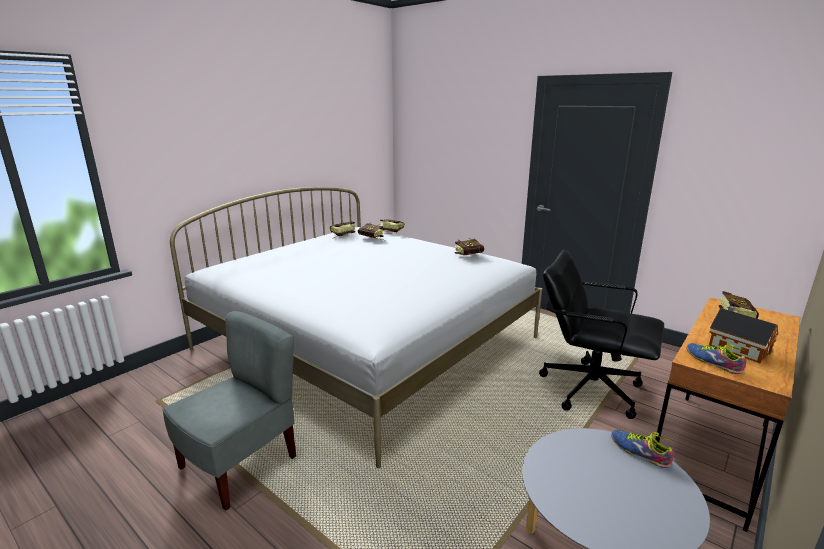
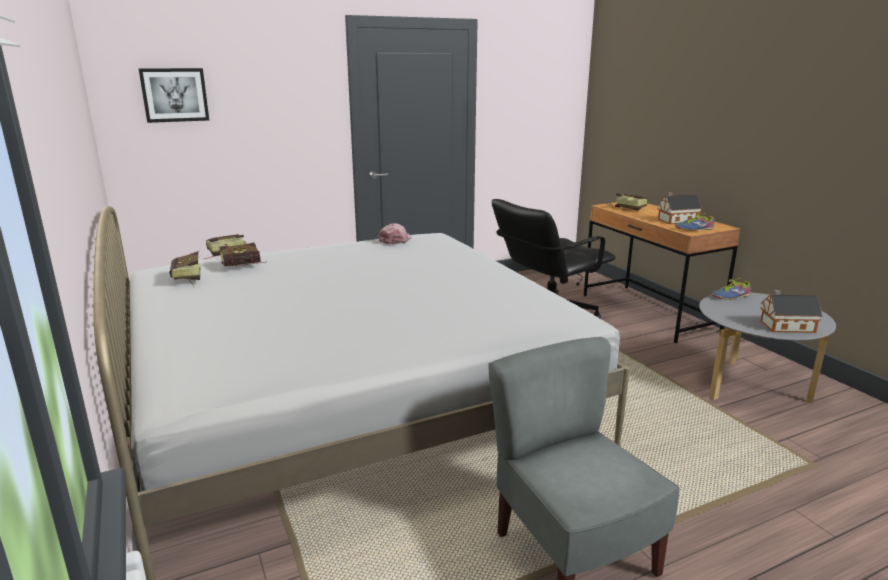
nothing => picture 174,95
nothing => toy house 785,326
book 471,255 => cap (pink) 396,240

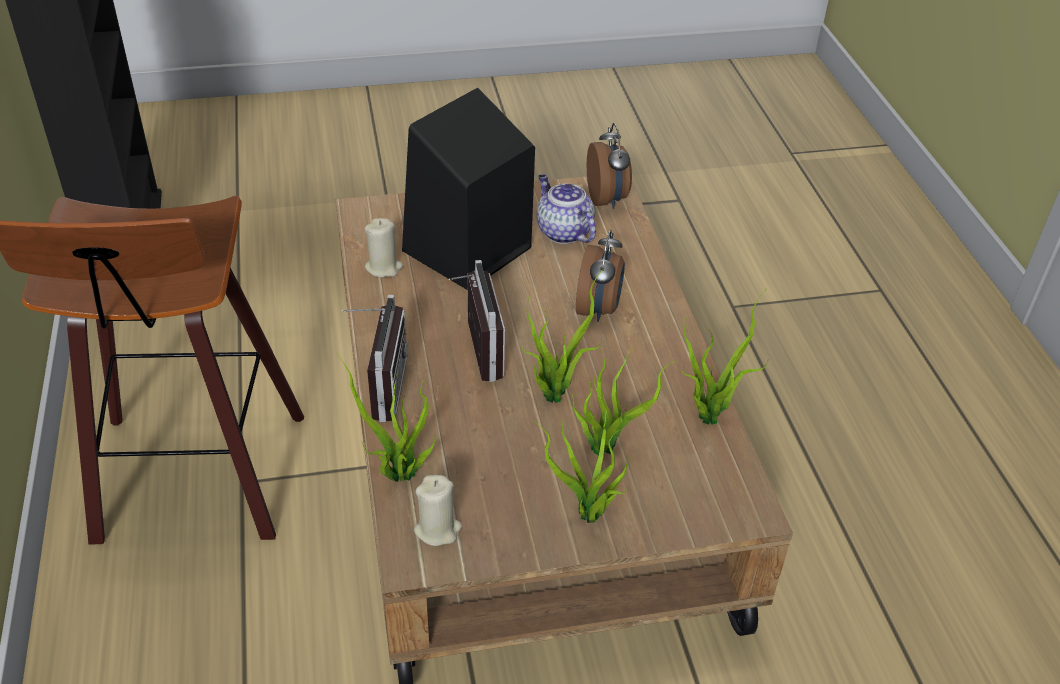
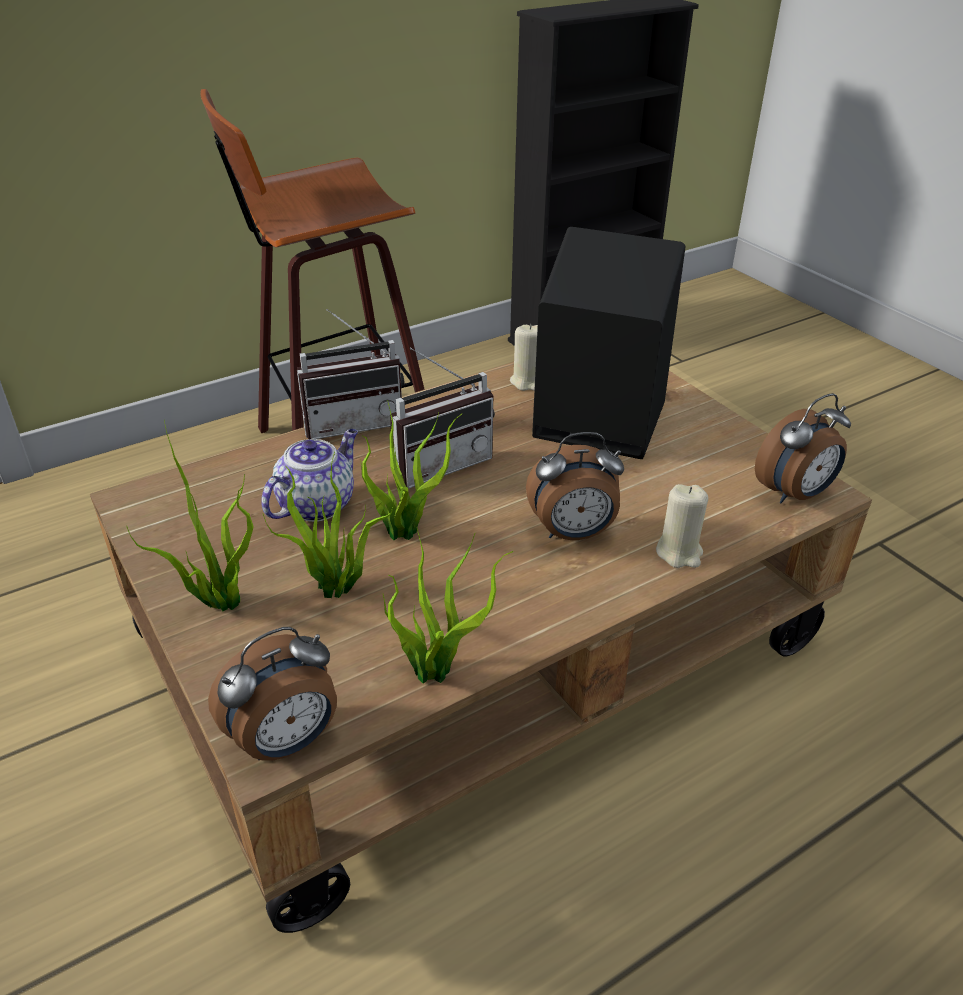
potted plant 398,475 => nothing
nothing => alarm clock 286,741
candle (beige) 438,529 => candle (beige) 679,552, relocated
teapot 563,231 => teapot 317,504, relocated

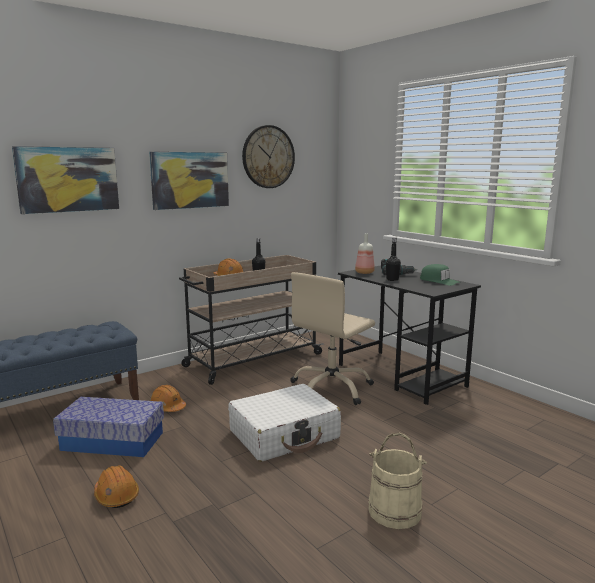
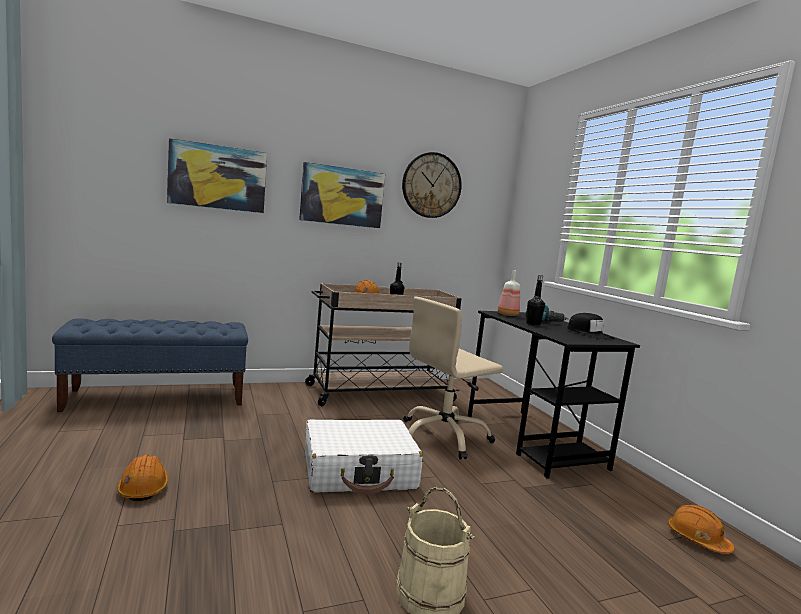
storage box 113,441 => nothing
hard hat (orange) 167,407 => hard hat (orange) 697,539, relocated
cap (green) 439,281 => cap (black) 589,333

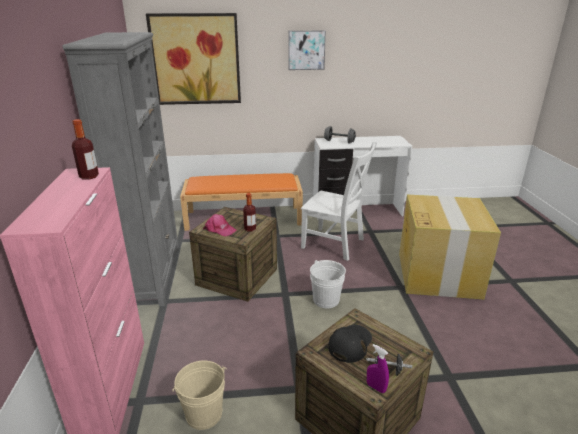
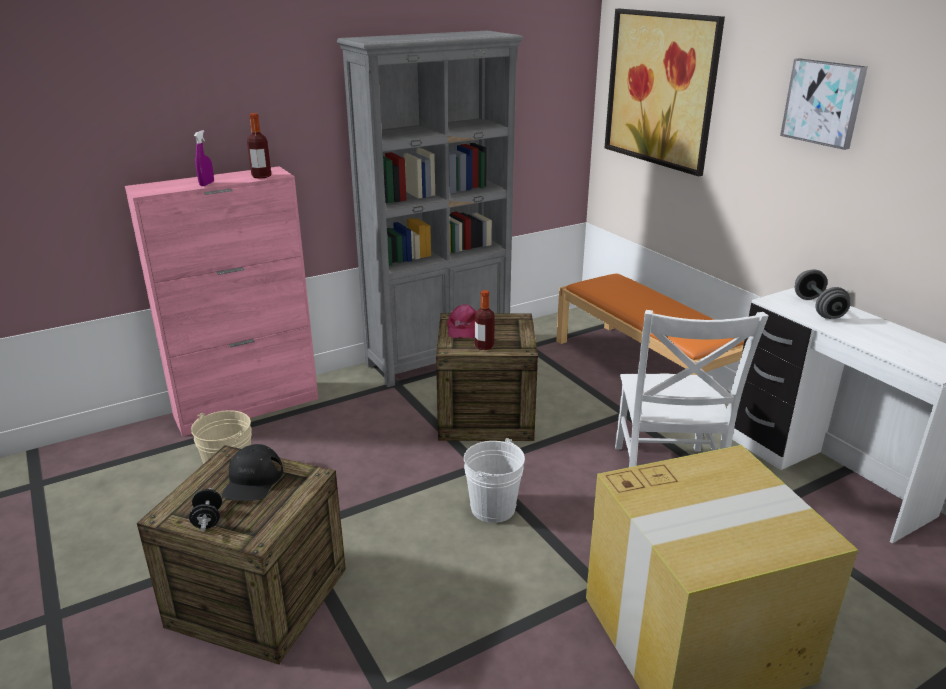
spray bottle (purple) 376,387 => spray bottle (purple) 207,184, relocated
cap (black) 350,344 => cap (black) 252,480, 90 degrees clockwise

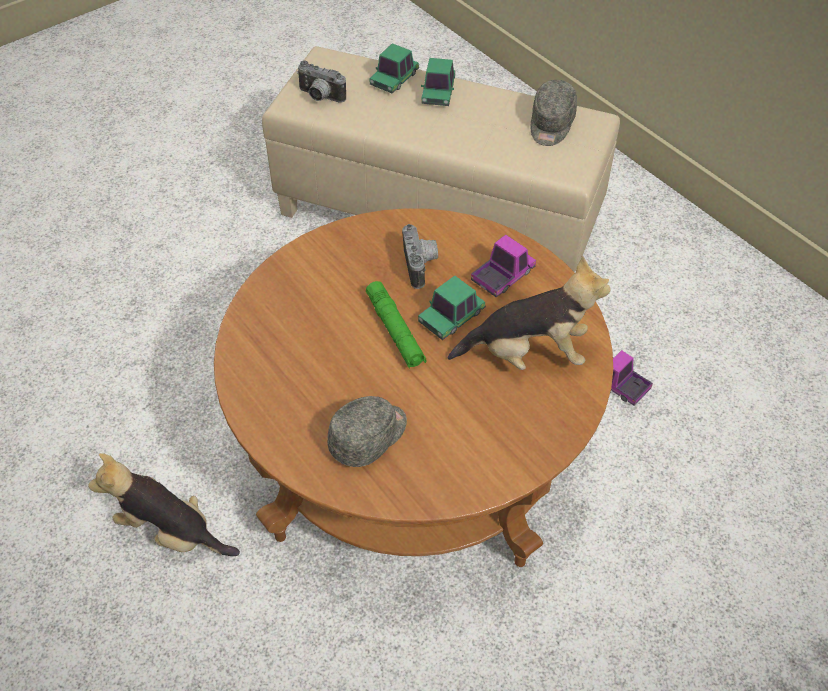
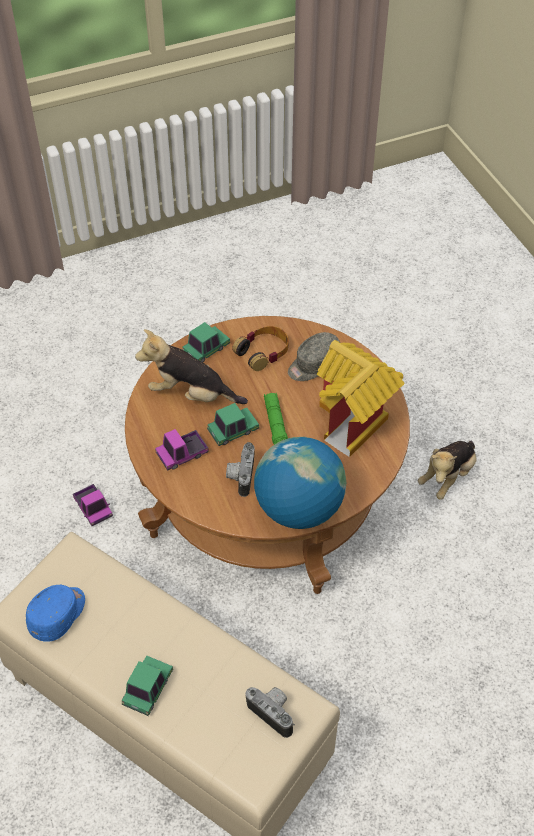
nothing => headphones 263,352
nothing => globe 298,508
nothing => toy house 355,423
toy car 394,79 => toy car 206,349, relocated
cap (grey) 551,124 => cap (blue) 58,615
plush toy 171,532 => plush toy 447,477, 90 degrees clockwise

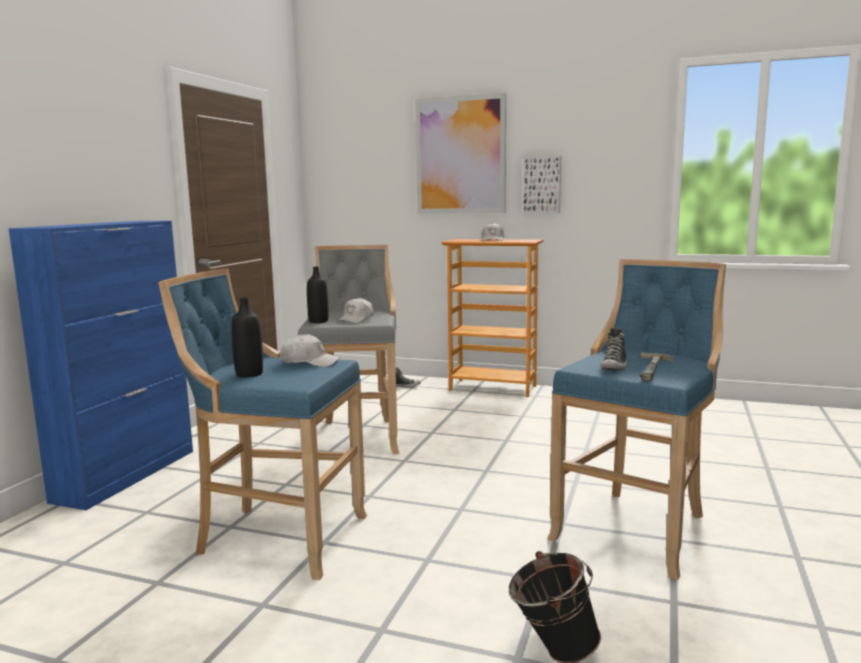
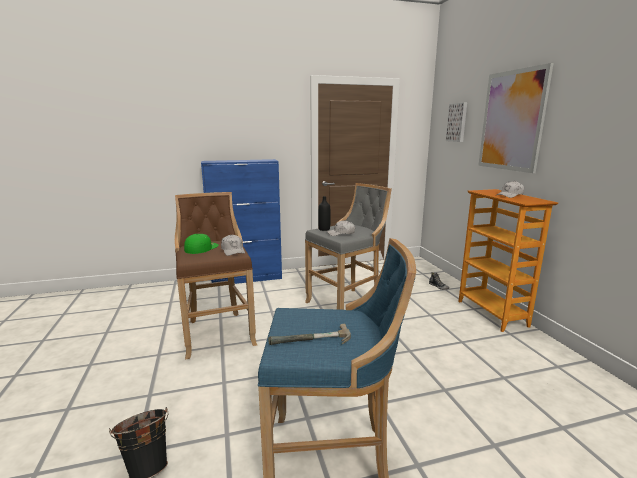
shoe 614,367 => nothing
picture 542,185 => picture 457,122, relocated
bottle (black) 249,374 => cap (green) 201,248
stool (blue) 277,537 => stool (brown) 218,332

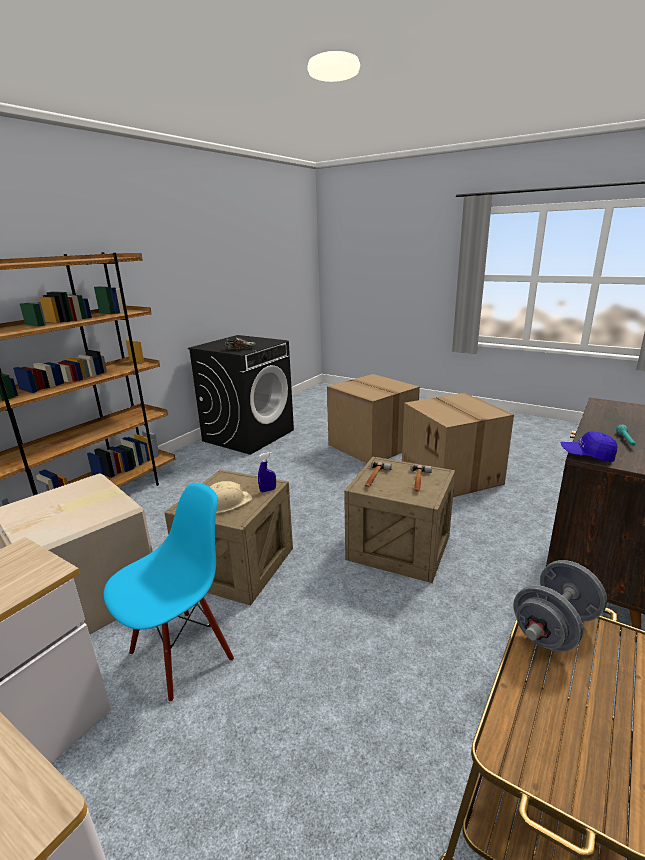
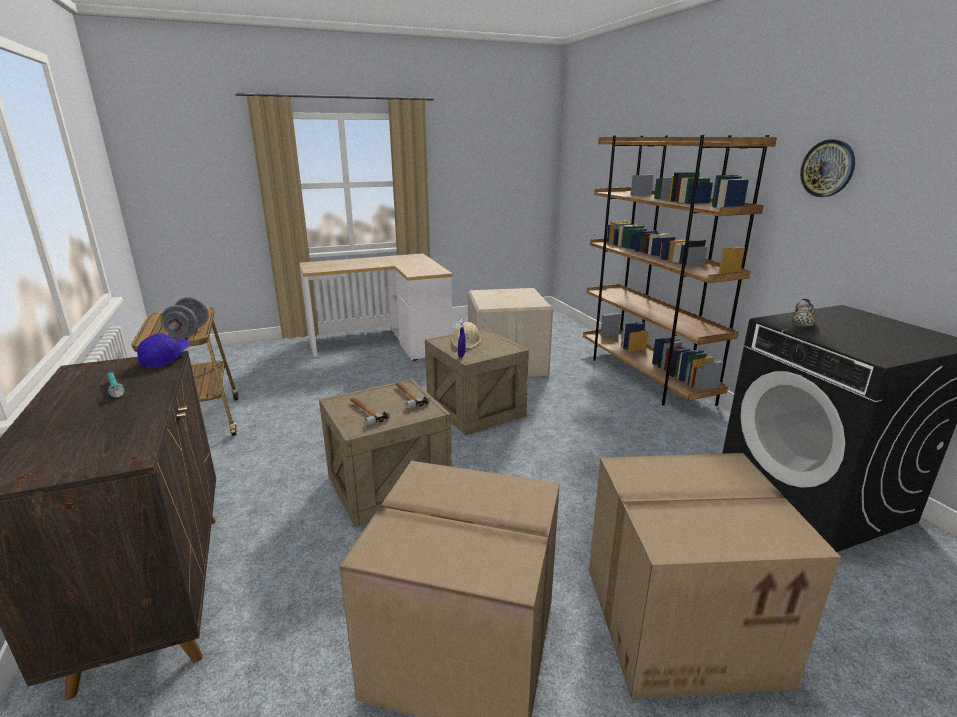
chair (blue) 181,654 => nothing
nothing => wall clock 827,168
cap (blue) 587,456 => cap (blue) 166,358, 45 degrees counterclockwise

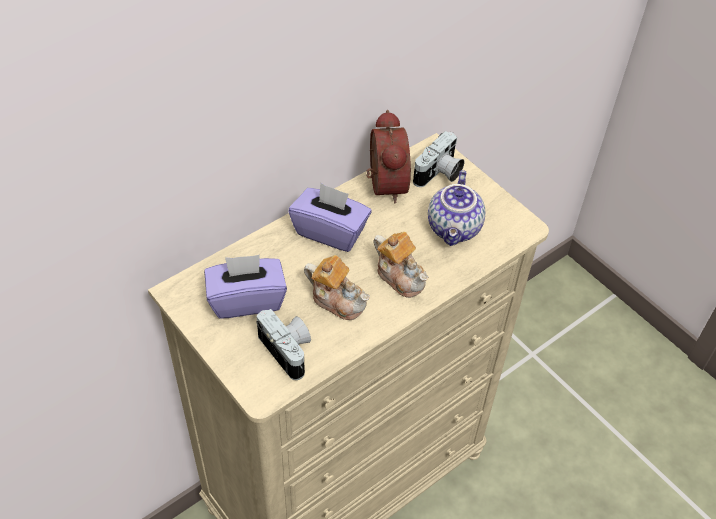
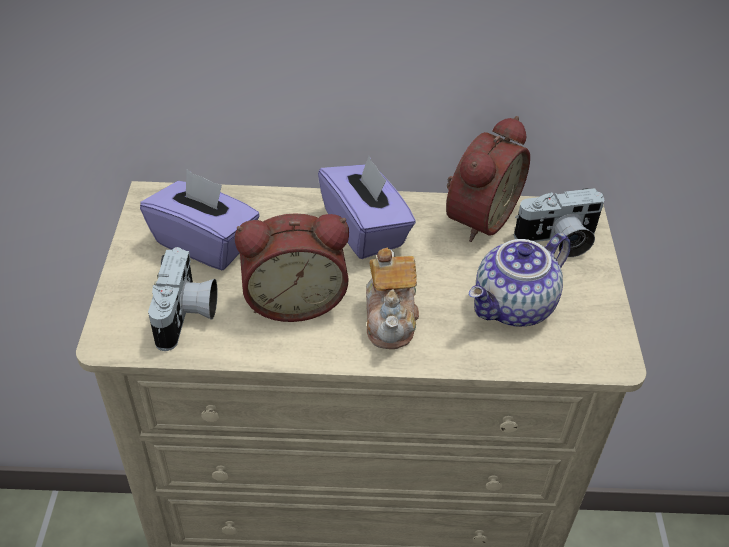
teapot 337,300 => alarm clock 294,299

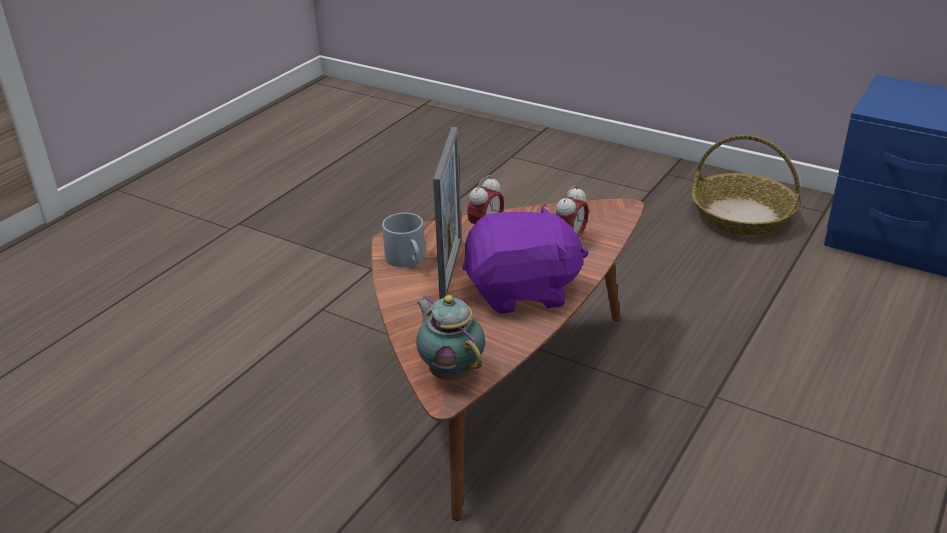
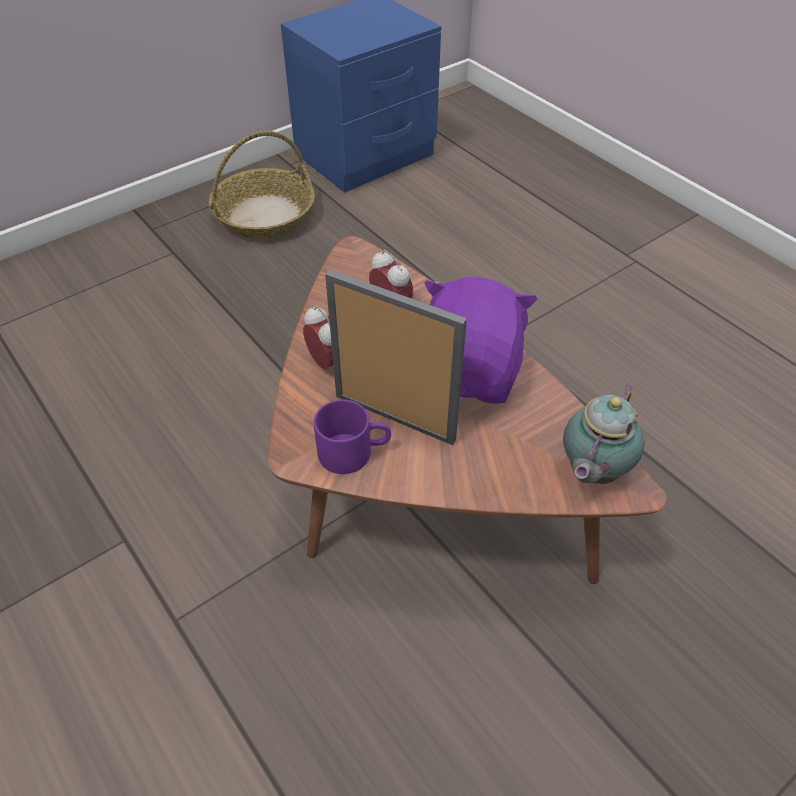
mug (grey) 408,260 => mug (purple) 354,451
teapot 450,371 => teapot 591,472, 45 degrees counterclockwise

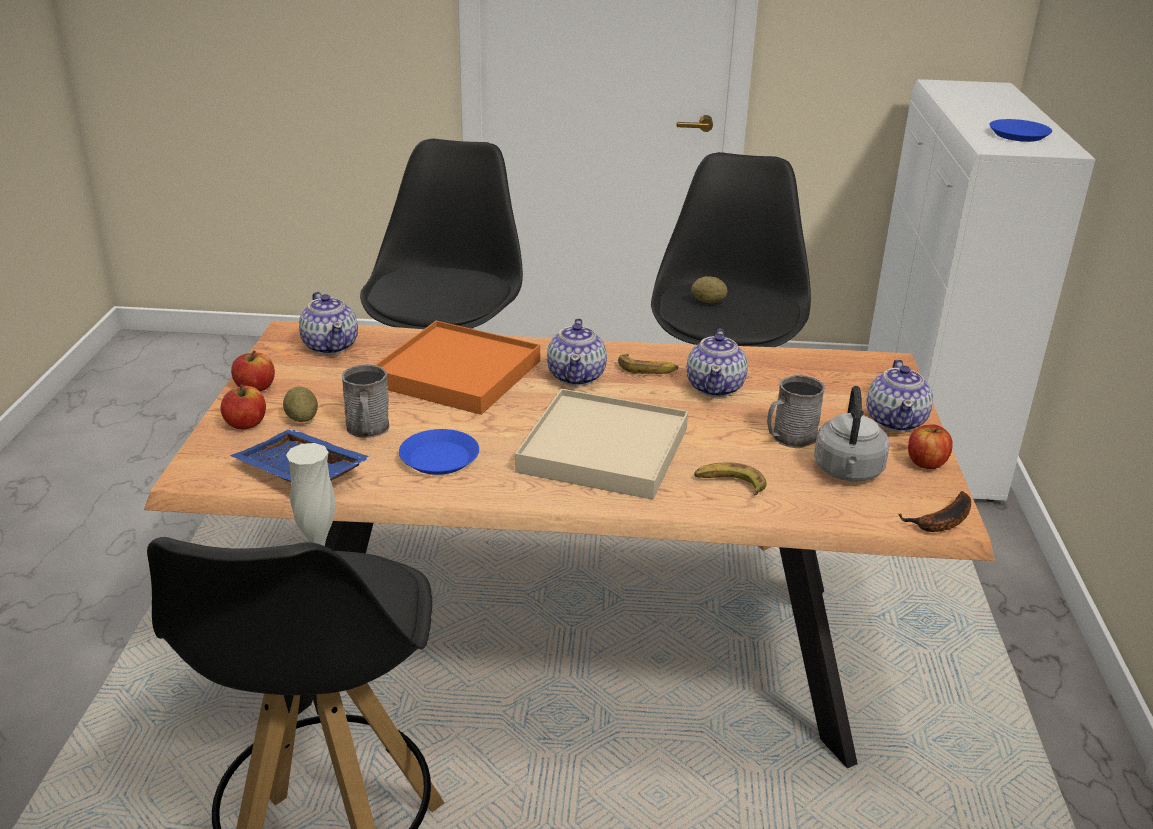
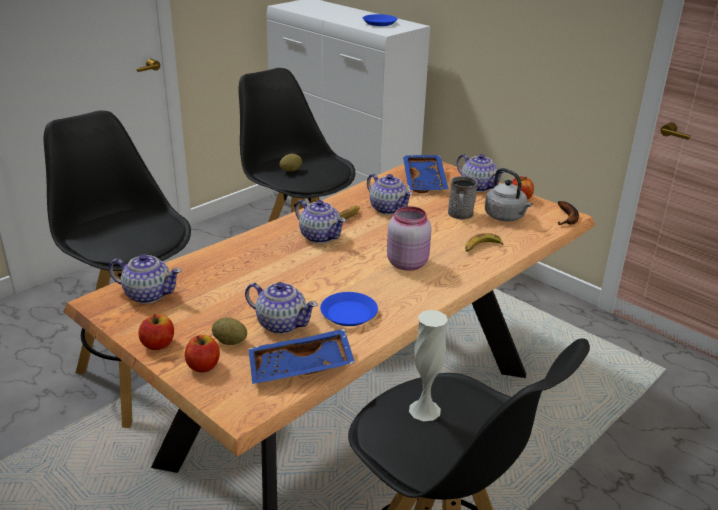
tray (orange) 457,373 => nothing
nothing => tray (blue) 425,181
mug (grey) 368,430 => teapot 281,324
tray (beige) 604,450 => jar (pink) 407,263

